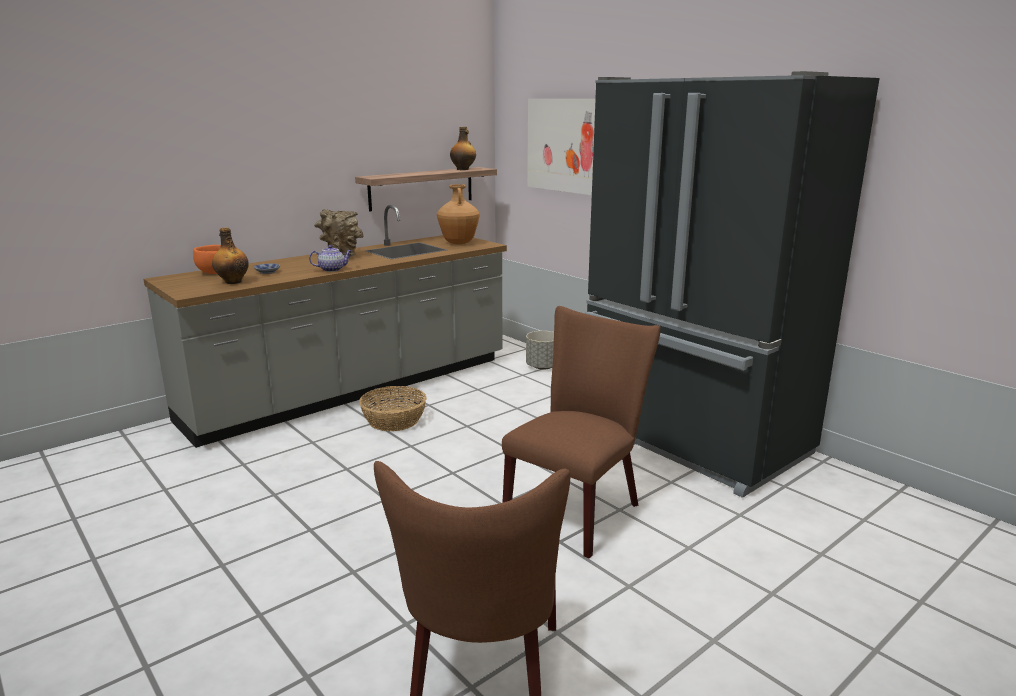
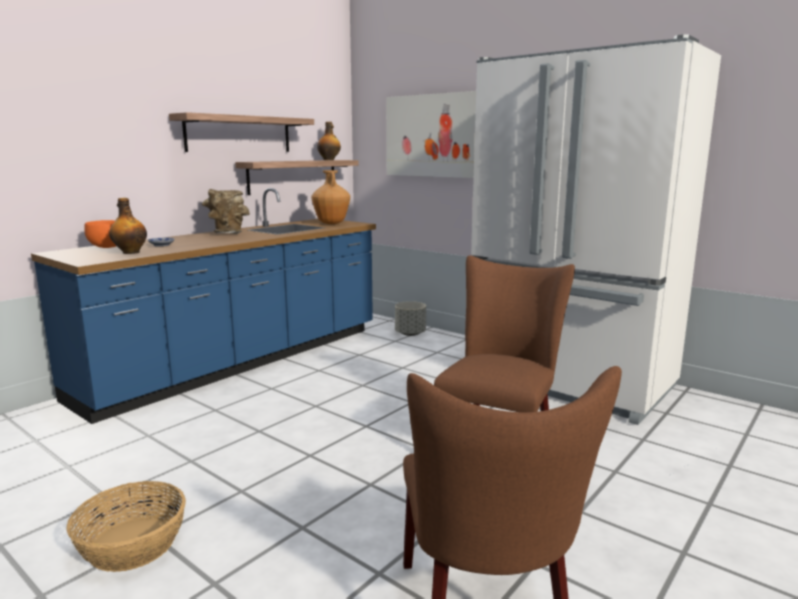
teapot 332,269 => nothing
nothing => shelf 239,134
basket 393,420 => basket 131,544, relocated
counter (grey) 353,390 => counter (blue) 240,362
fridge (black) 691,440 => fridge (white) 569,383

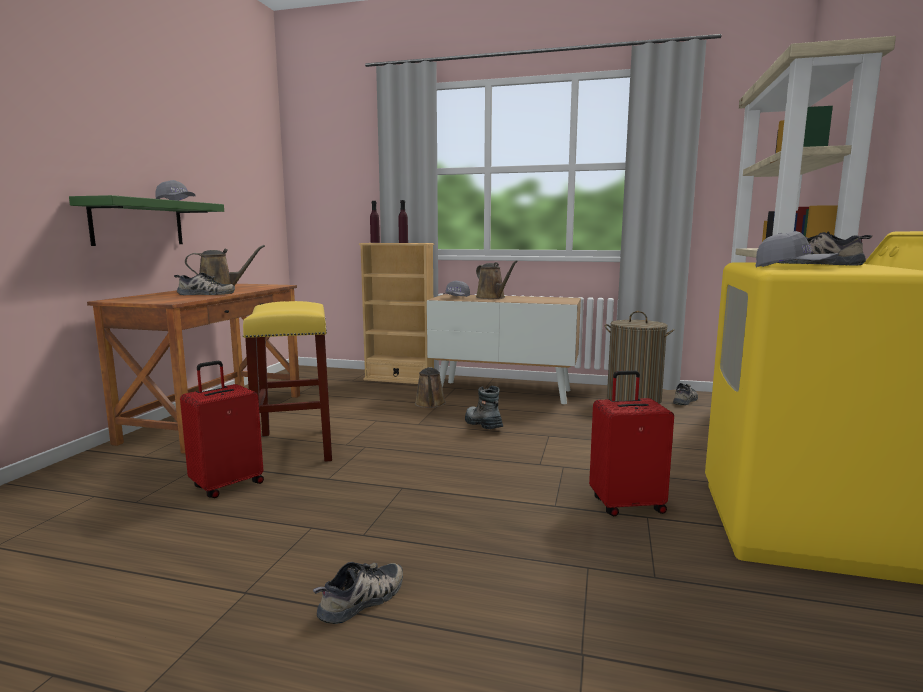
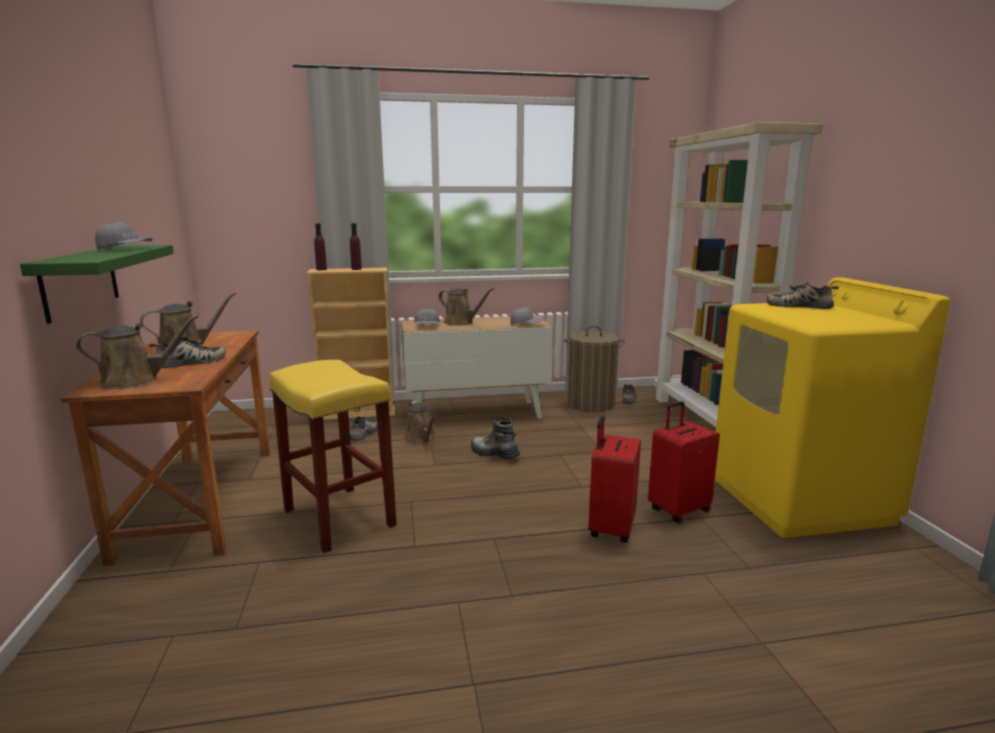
nothing => watering can (brown) 136,381
suitcase (red) 227,485 => suitcase (red) 610,529, relocated
shoe 363,600 => shoe 365,433, relocated
cap (grey) 793,268 => cap (grey) 526,325, relocated

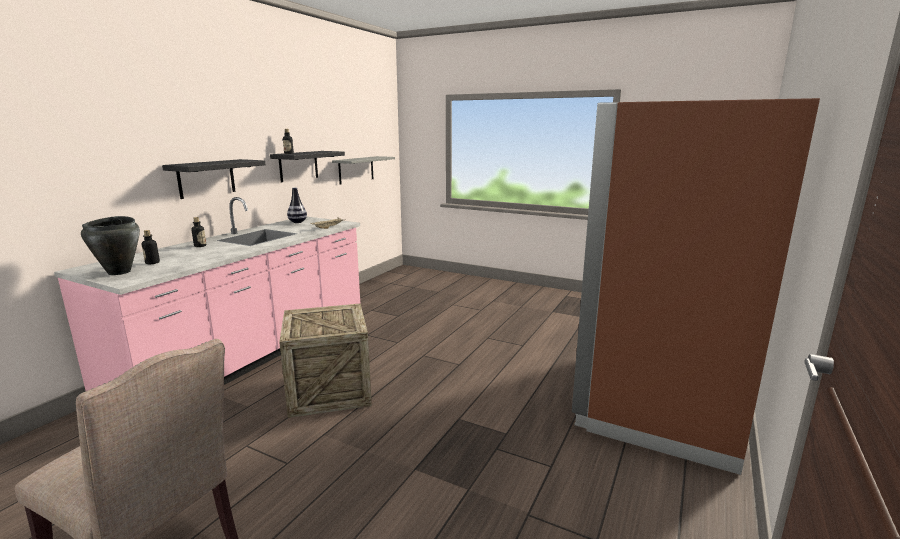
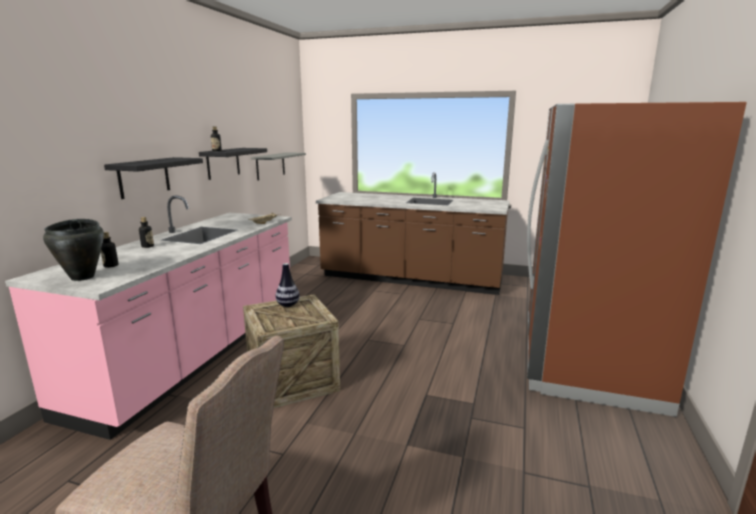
nothing => counter (brown) 411,279
vase 297,222 => vase 288,305, relocated

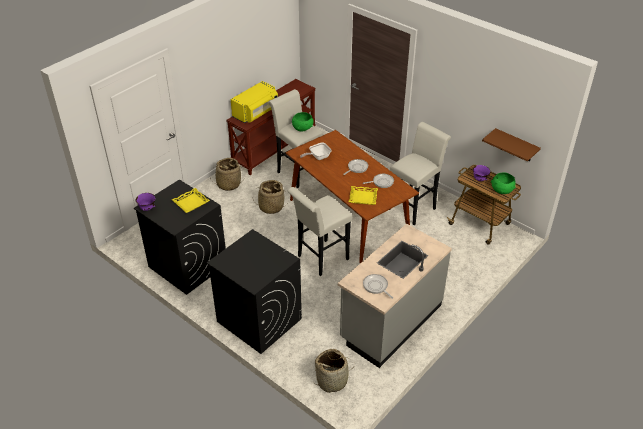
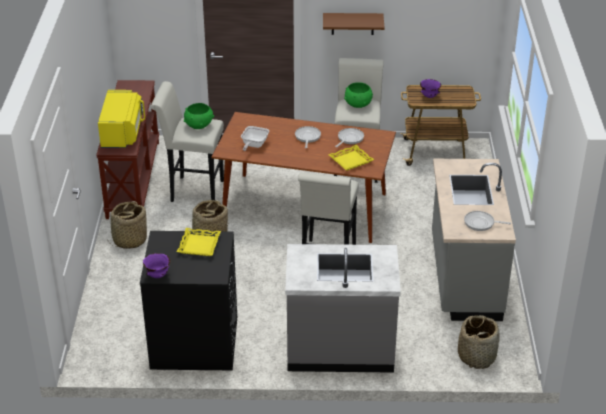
shelf (brown) 516,146 => shelf (brown) 352,23, relocated
bowl (green) 502,190 => bowl (green) 358,104, relocated
washing machine (black) 258,320 => counter (grey) 340,348

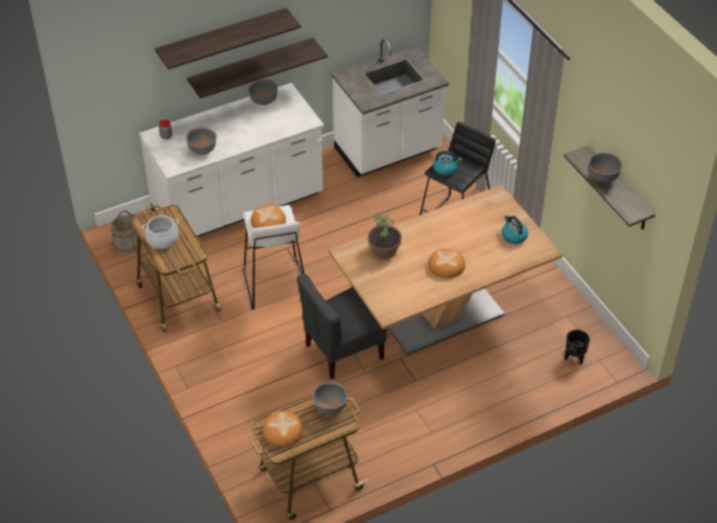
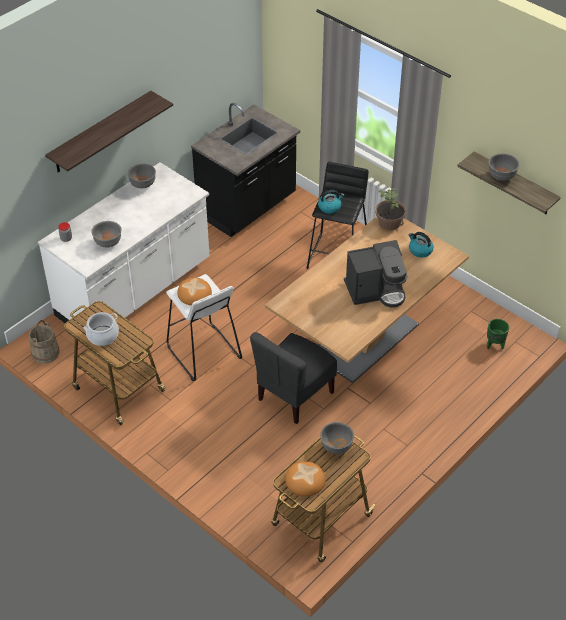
shelf 251,68 => nothing
potted plant 384,250 => potted plant 389,222, relocated
bread 446,265 => coffee machine 376,291
counter (white) 388,152 => counter (black) 248,208
planter (black) 574,358 => planter (green) 495,345

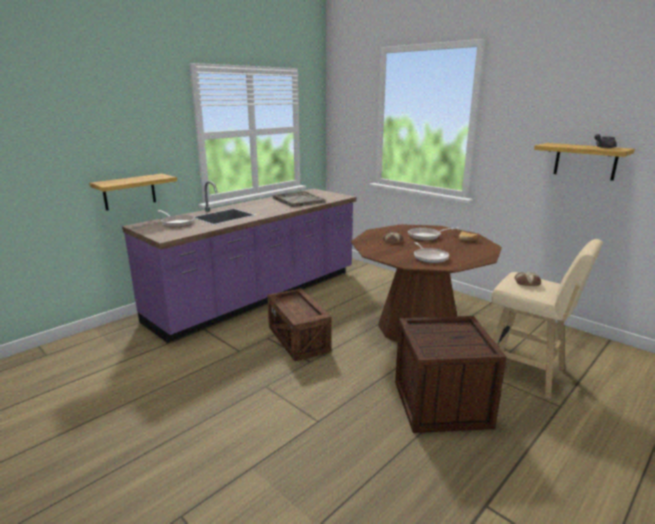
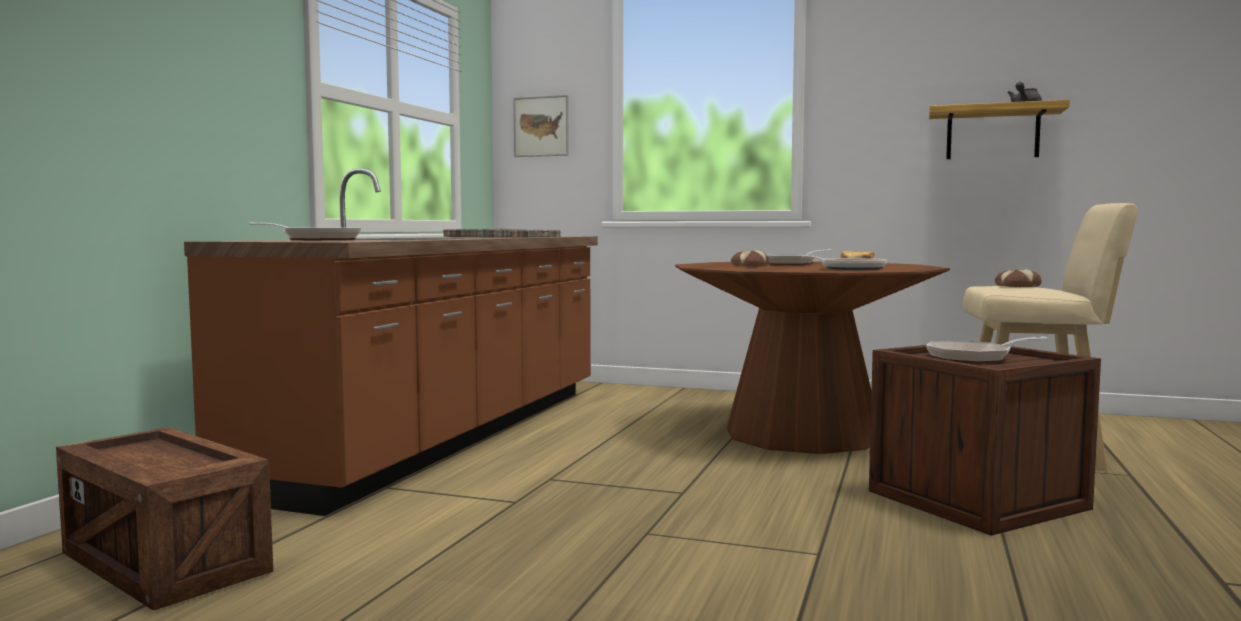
shelf 129,192 => nothing
nothing => picture 541,126
nothing => frying pan 975,357
crate 298,339 => crate 165,564, relocated
counter (purple) 258,295 => counter (brown) 445,435

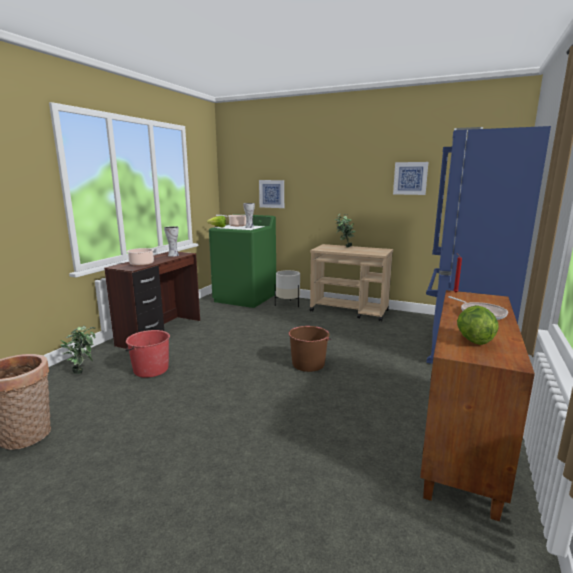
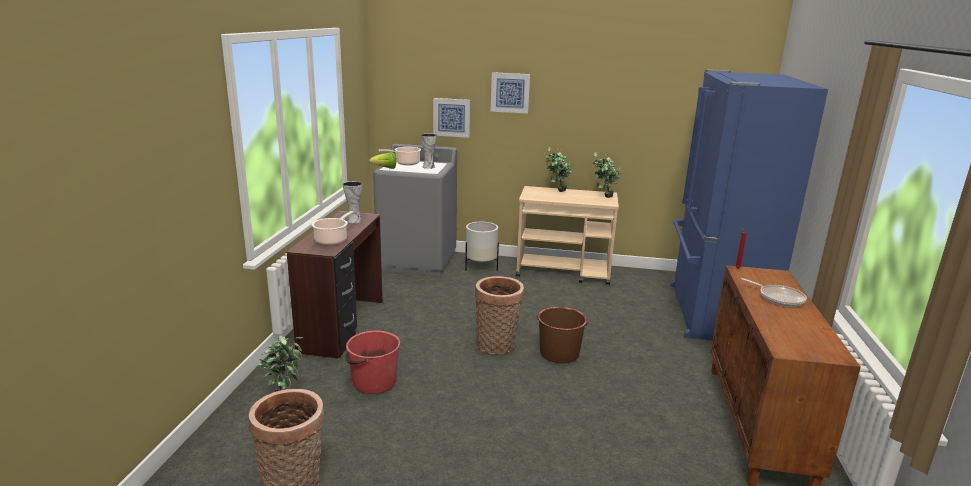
lettuce 473,340 => nothing
nothing => basket 497,346
nothing => potted plant 603,197
picture 410,178 => picture 510,92, relocated
washing machine (green) 245,298 => washing machine (grey) 418,261

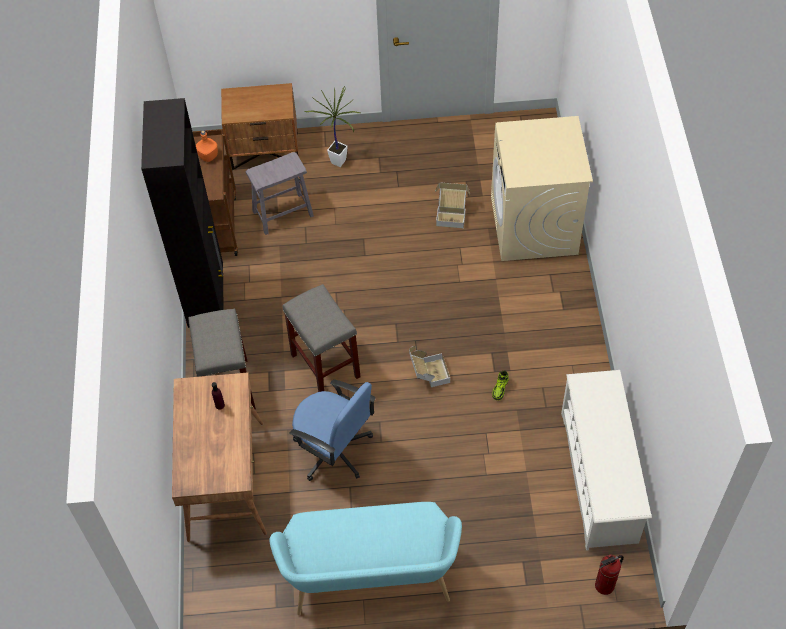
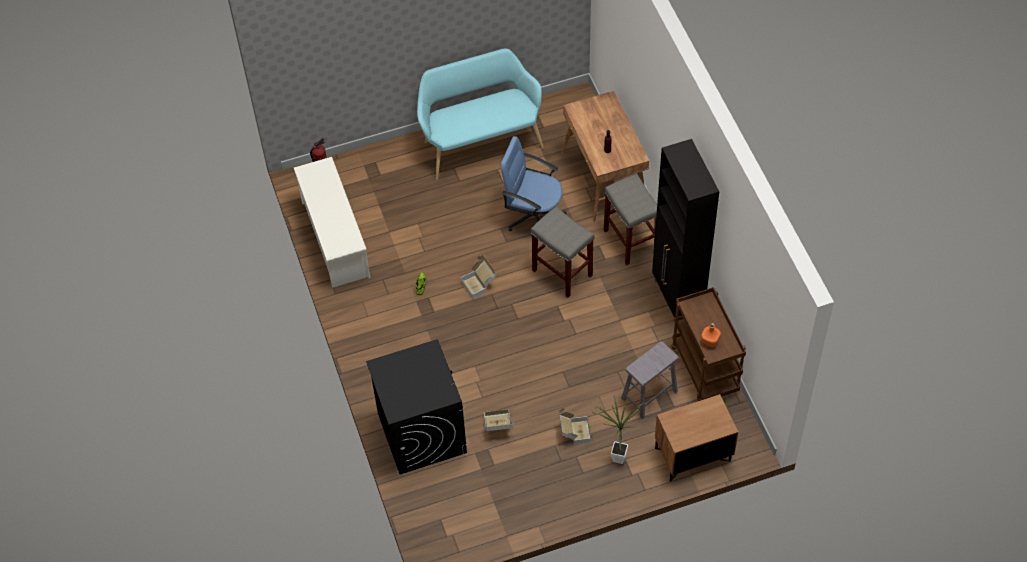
nothing => cardboard box 573,433
washing machine (beige) 534,226 => washing machine (black) 421,432

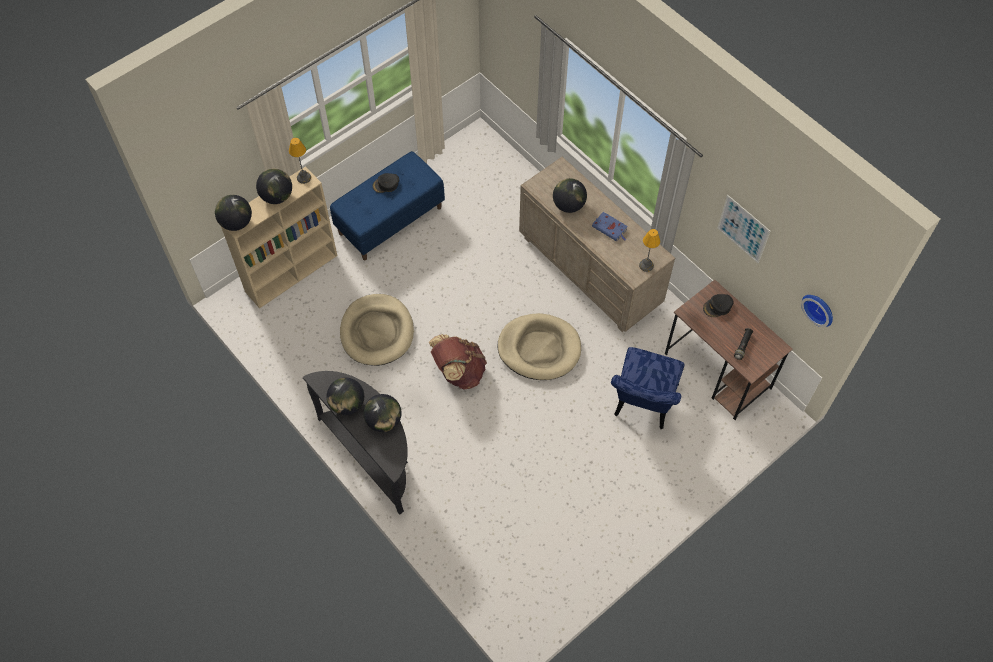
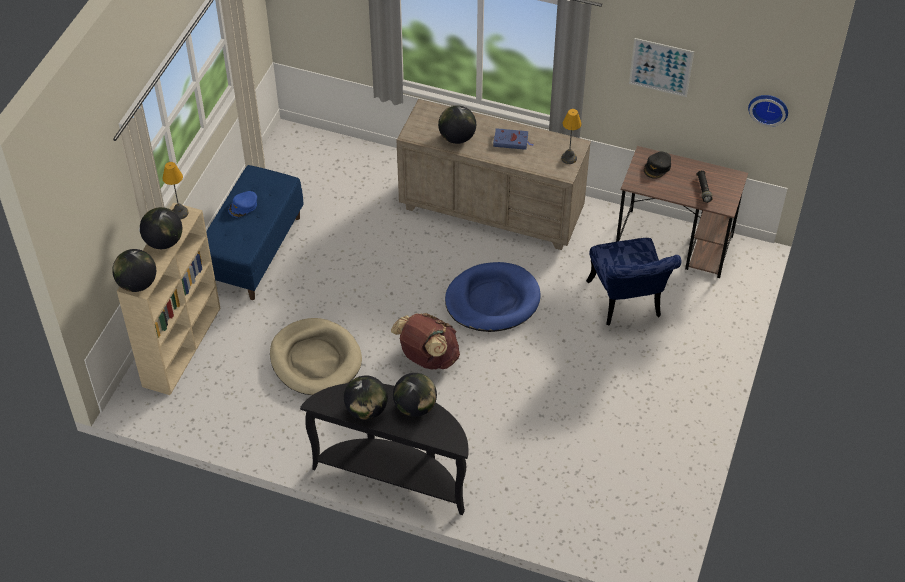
cap (black) 386,185 => cap (blue) 243,206
dog bed (beige) 539,348 => dog bed (blue) 492,300

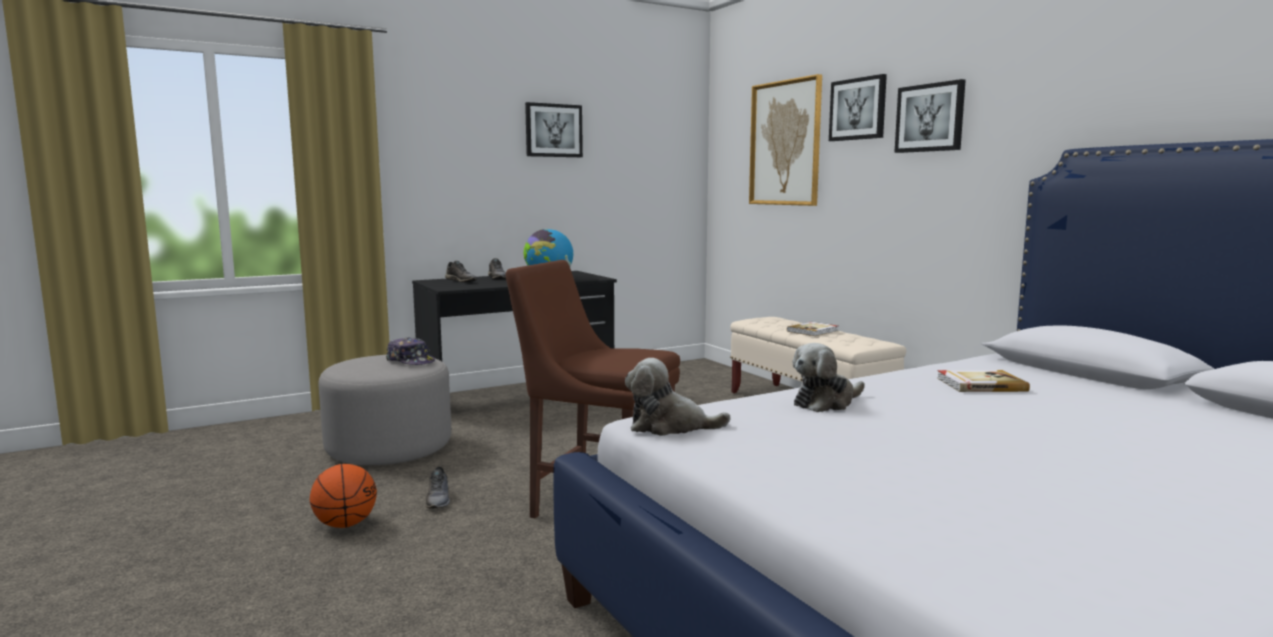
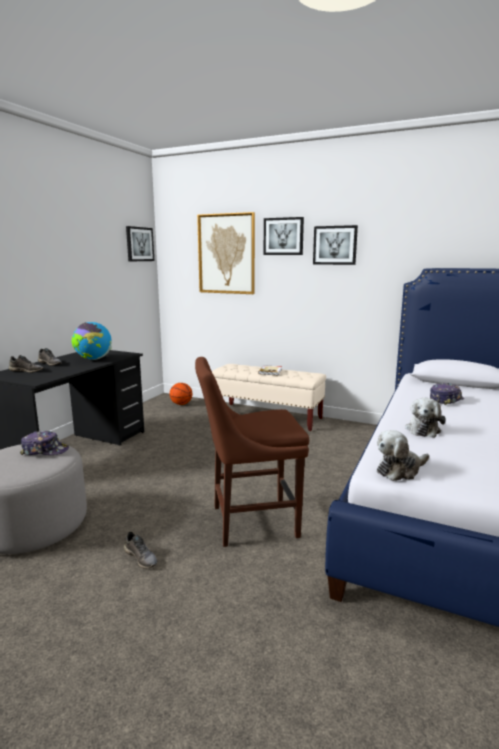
basketball 345,524 => basketball 181,404, relocated
picture 553,130 => picture 139,244, relocated
book 980,384 => cap 445,400

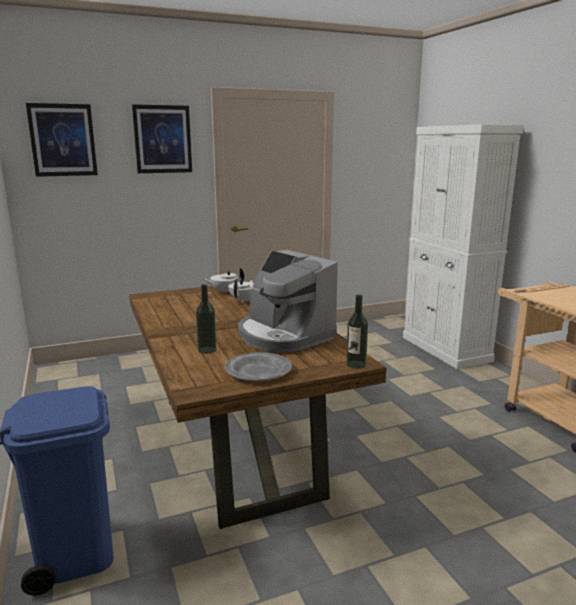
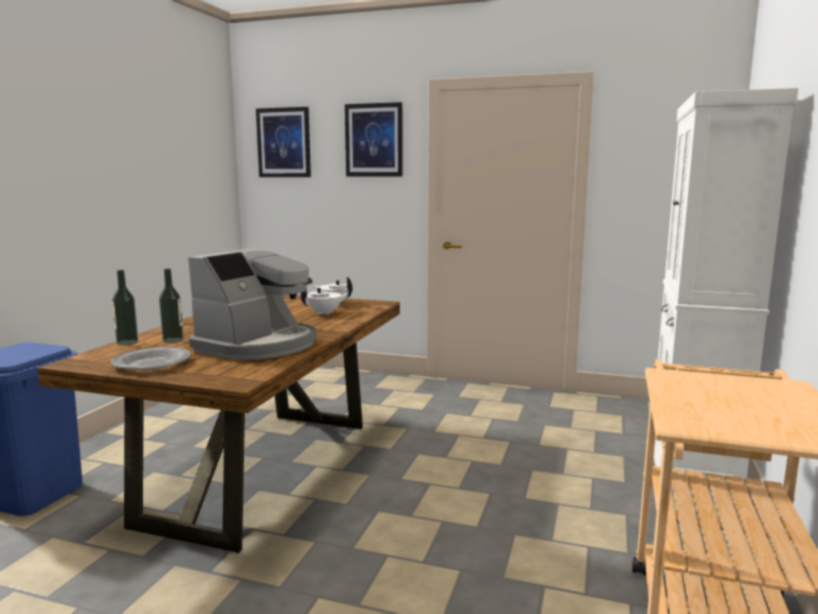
bottle 356,364 => bottle 127,342, relocated
coffee machine 283,335 => coffee machine 258,345, 150 degrees counterclockwise

